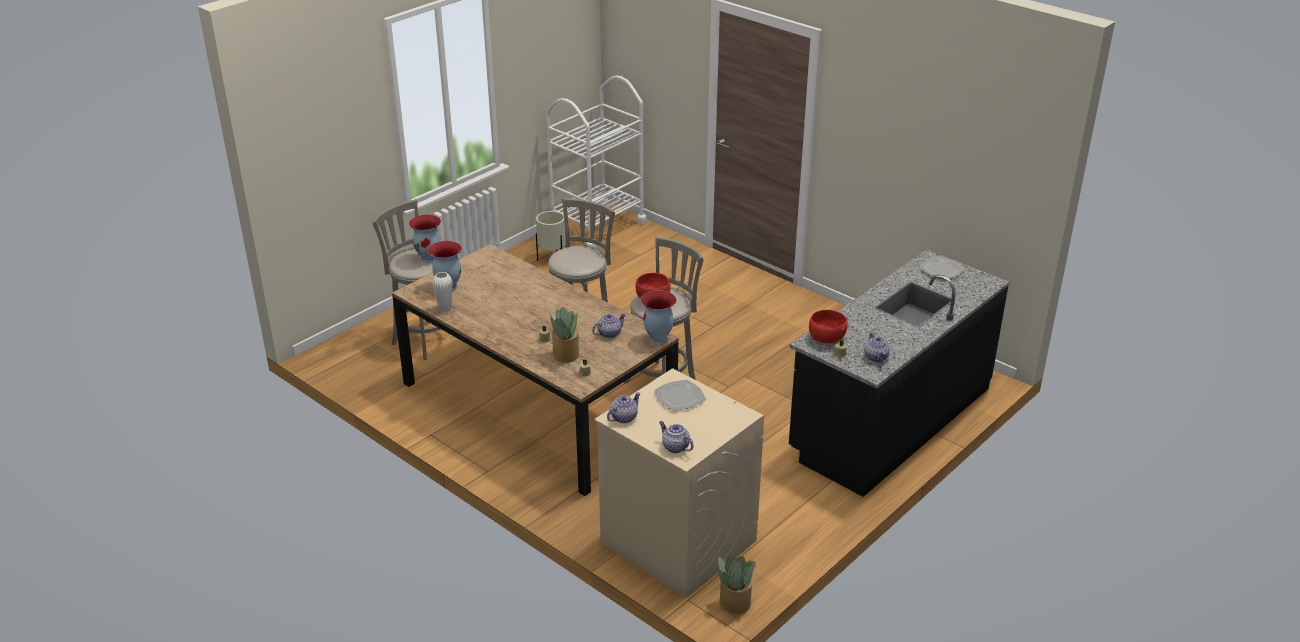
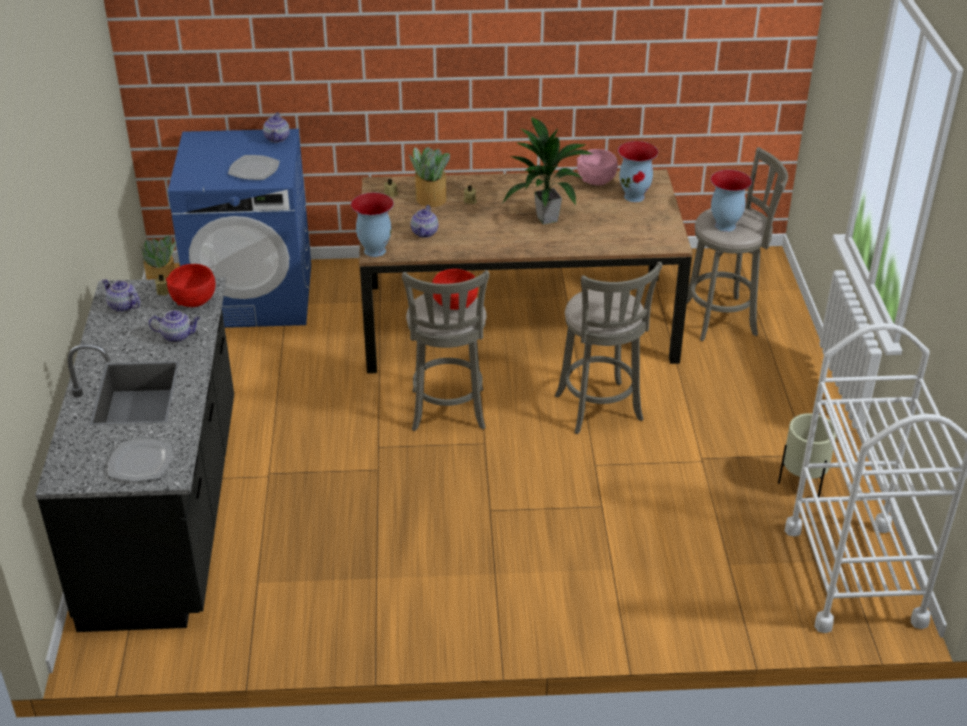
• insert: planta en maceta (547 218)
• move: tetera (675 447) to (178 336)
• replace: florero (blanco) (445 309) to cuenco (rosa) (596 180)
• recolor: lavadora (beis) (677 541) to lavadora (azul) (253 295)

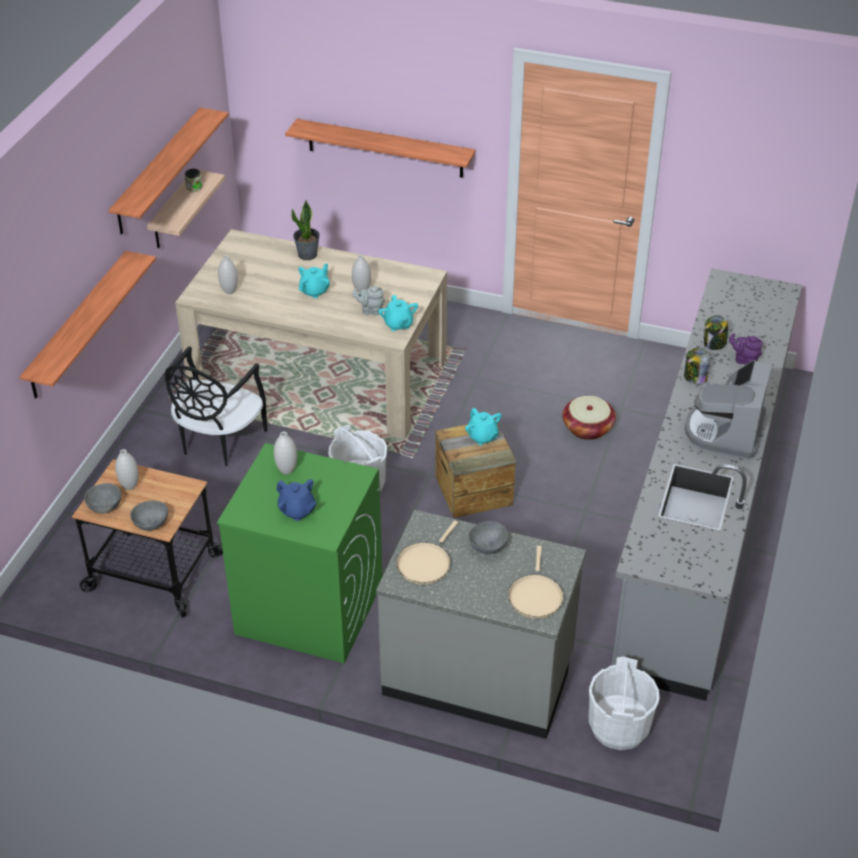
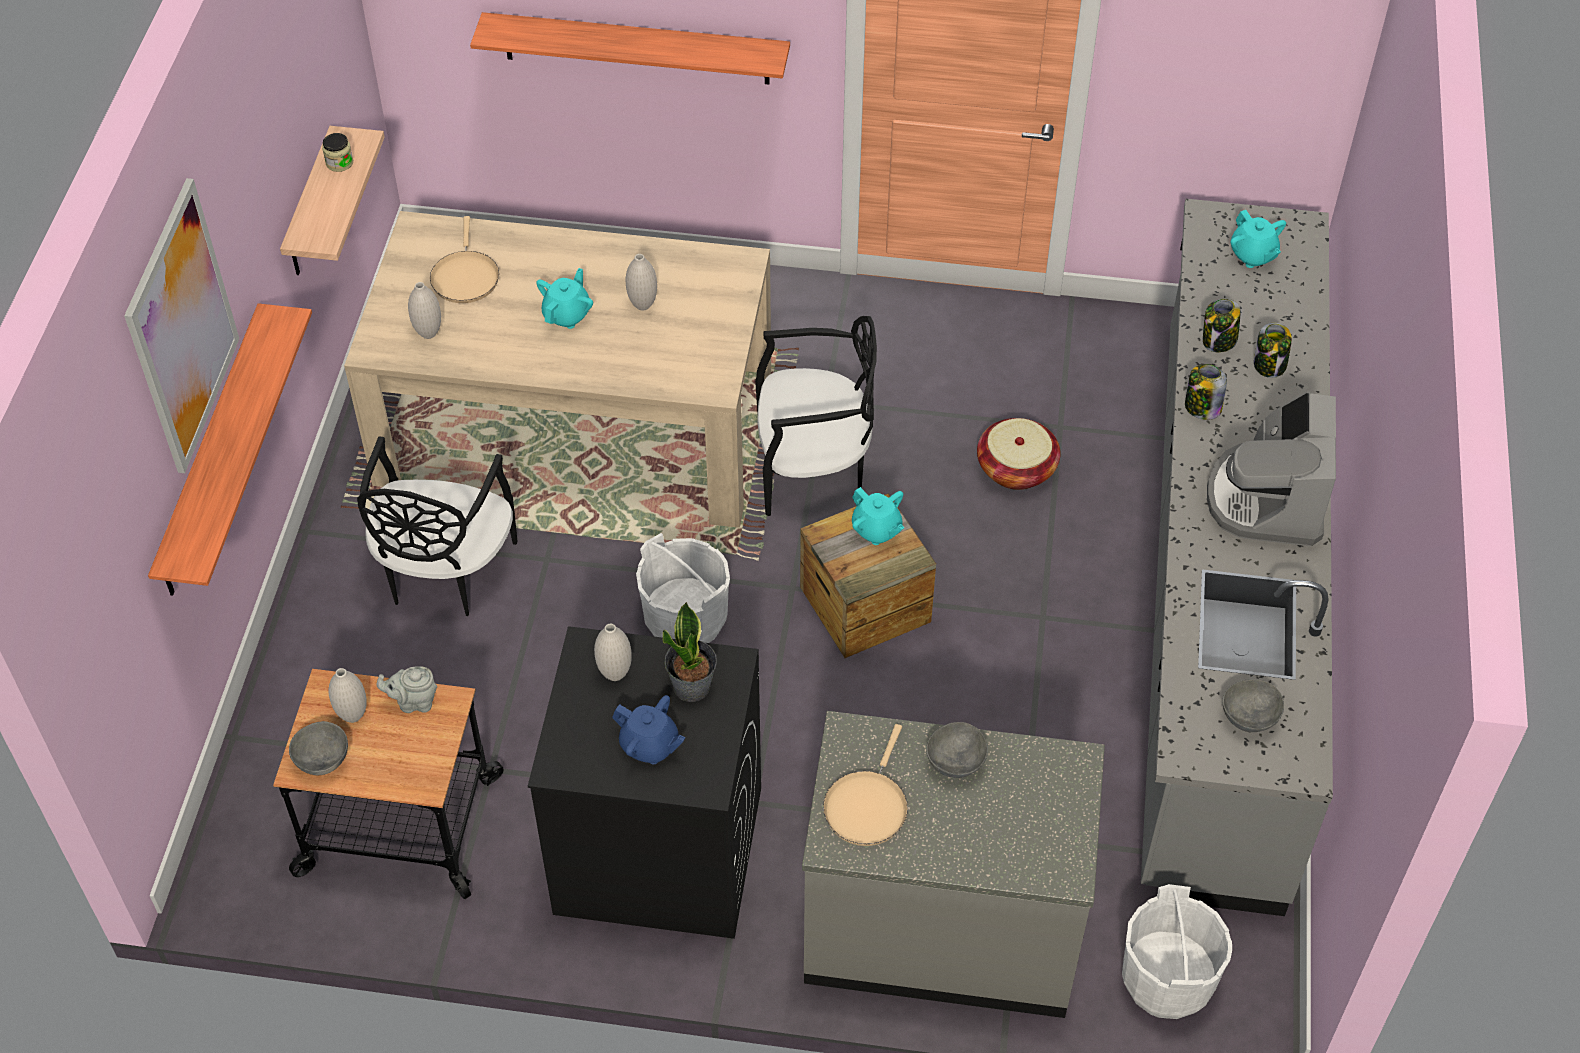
• delete: estante (158 171)
• insert: cuadro (182 327)
• insert: silla (negro) (812 467)
• move: cuenco (gris) (152 525) to (1250 718)
• move: planta en maceta (308 255) to (692 687)
• move: tetera (gris) (370 310) to (414 702)
• move: tetera (turquesa) (398 324) to (1253 255)
• move: sartén (beis) (535 596) to (465 277)
• replace: tetera (morado) (744 360) to tarro (1269 365)
• recolor: lavadora (verde) (308 608) to lavadora (negro) (657 851)

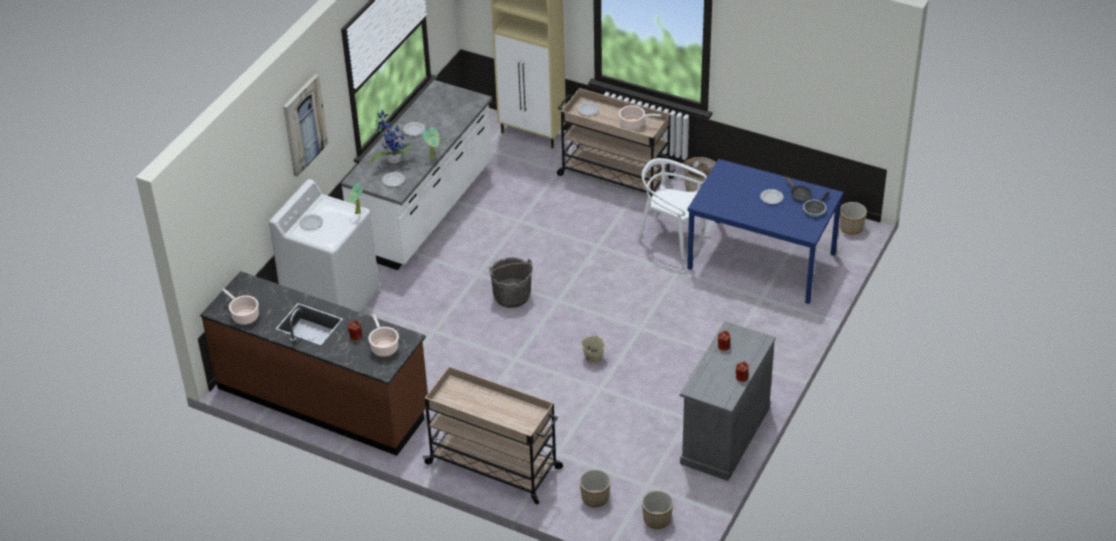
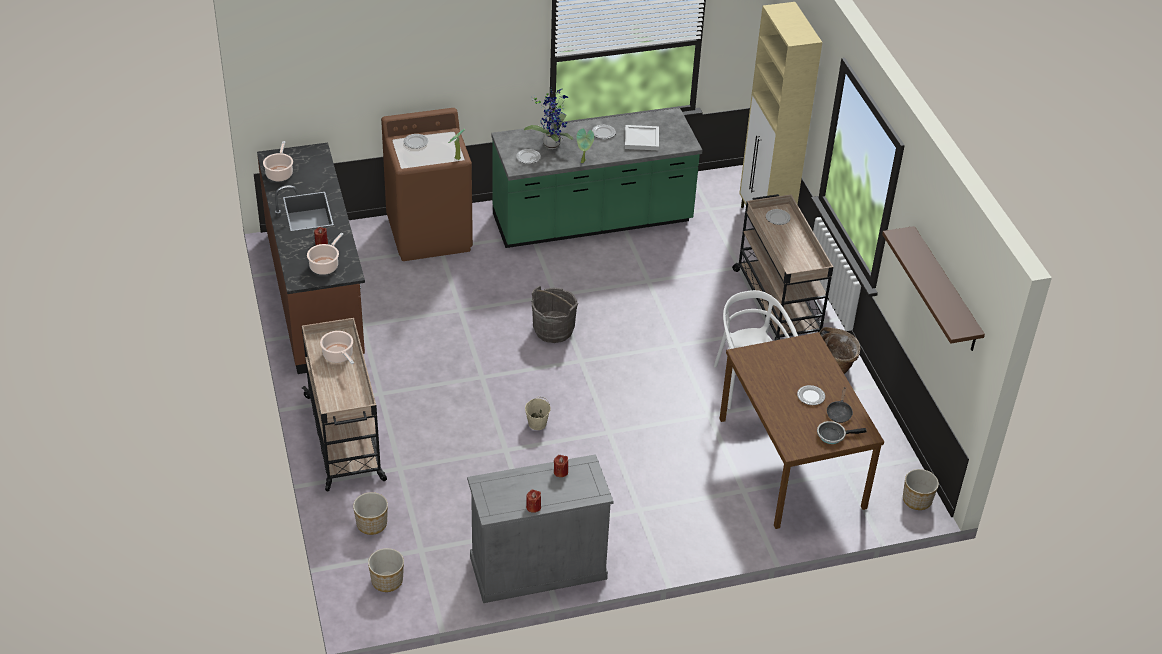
• delete: cuadro (304 125)
• insert: bandeja (blanco) (641 139)
• insert: estante (marrón) (945 290)
• move: olla (633 124) to (338 356)
• recolor: lavadora (blanco) (332 300) to lavadora (marrón) (430 234)
• recolor: mueble bajo de cocina (blanco) (425 210) to mueble bajo de cocina (verde) (592 221)
• recolor: mesa de comedor (azul) (760 261) to mesa de comedor (marrón) (790 462)

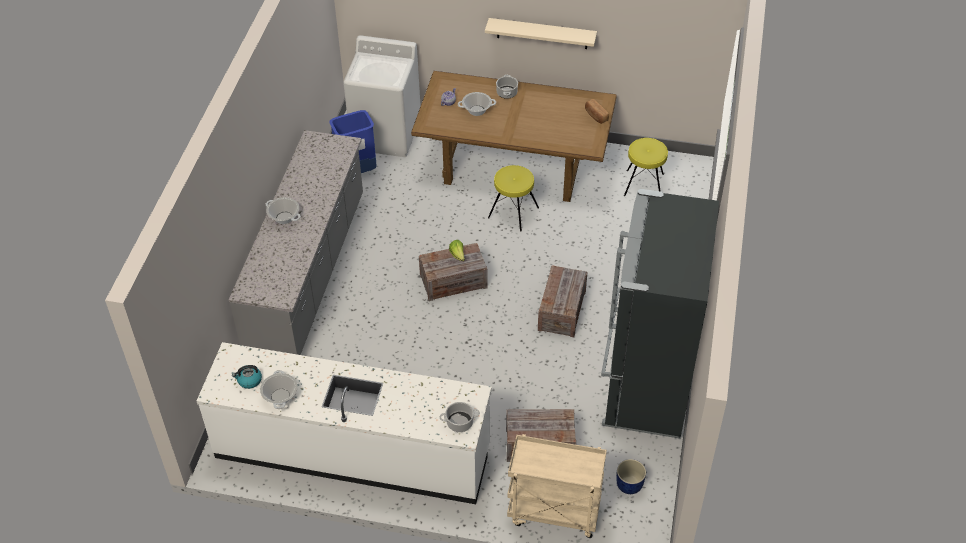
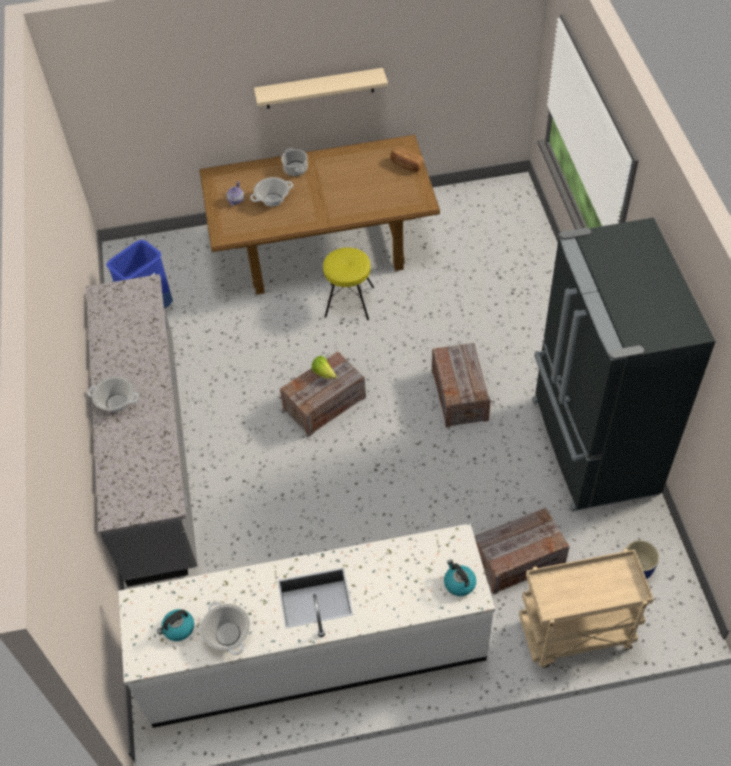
• delete: lavadora (blanco) (386 134)
• delete: taburete (amarillo) (644 185)
• replace: olla (459 423) to hervidor (459 583)

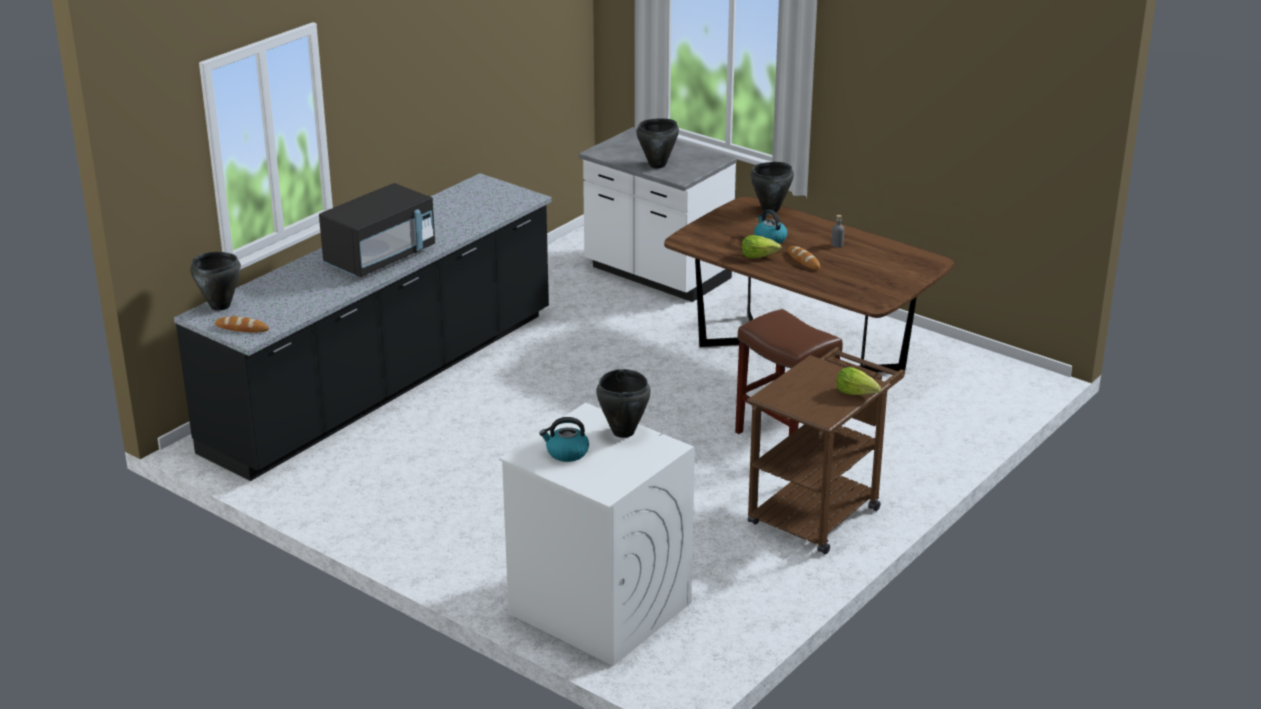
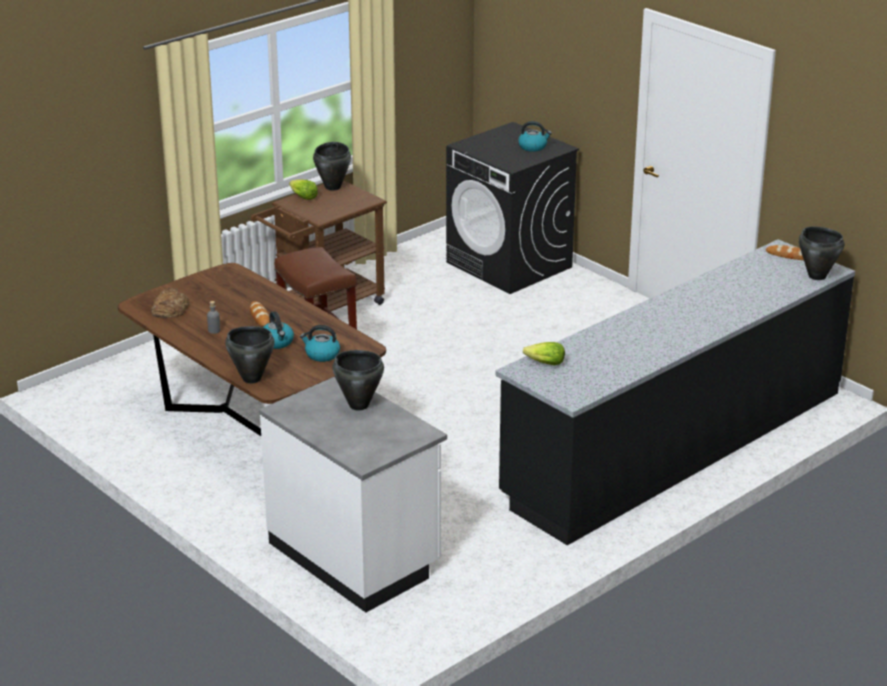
• delete: microondas (negro) (380 258)
• insert: pan (170 308)
• insert: hervidor (322 355)
• move: olla (negro) (623 432) to (333 187)
• move: lechuga (758 256) to (545 363)
• recolor: lavadora (blanco) (599 607) to lavadora (negro) (509 265)

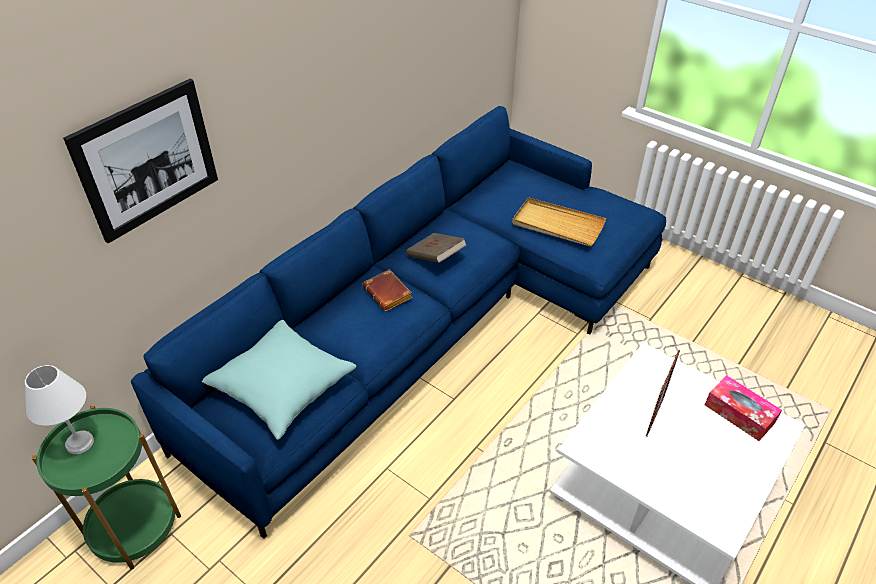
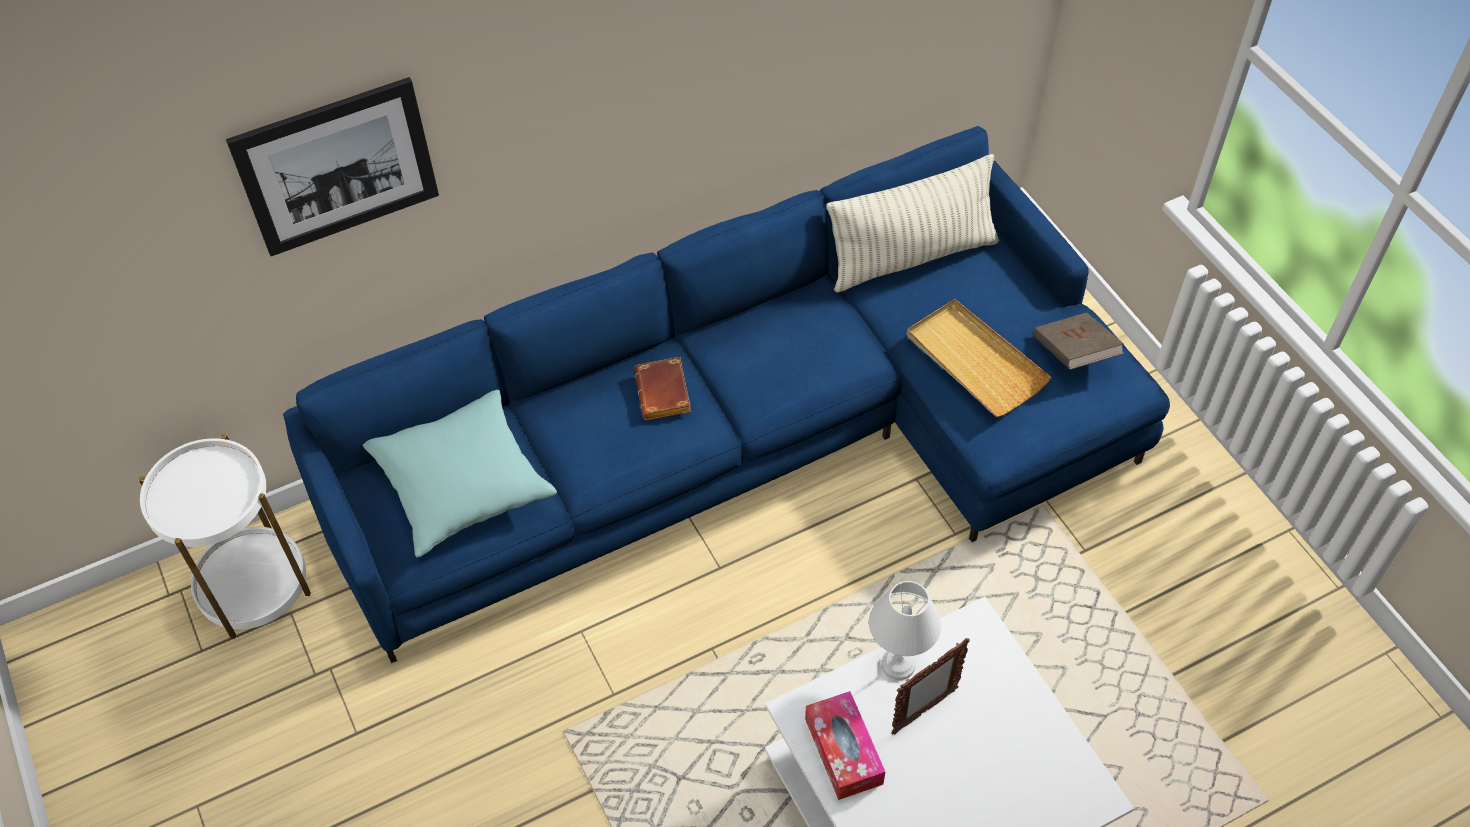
• insert: cojín (911 257)
• move: lámpara de mesa (blanco) (79 444) to (897 666)
• move: libro (marrón) (436 258) to (1074 353)
• move: caja de pañuelos (739 413) to (843 751)
• recolor: mesa auxiliar (verde) (133 526) to mesa auxiliar (blanco) (253 586)

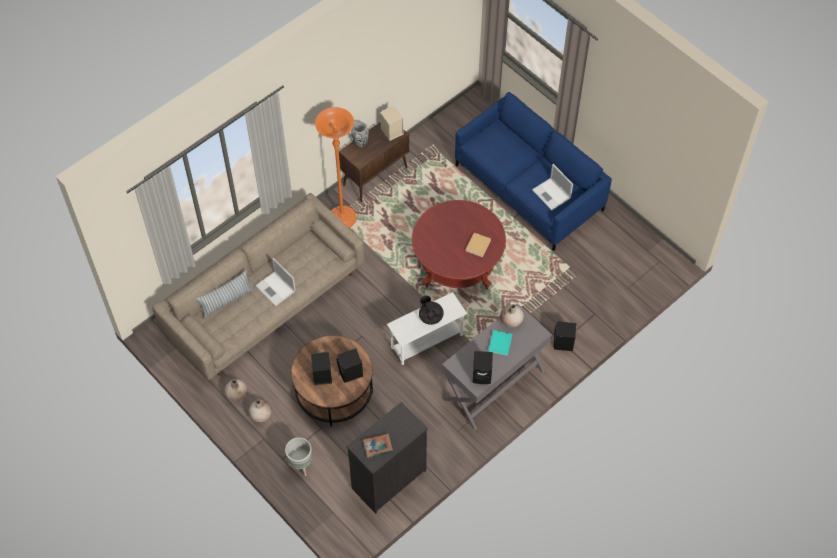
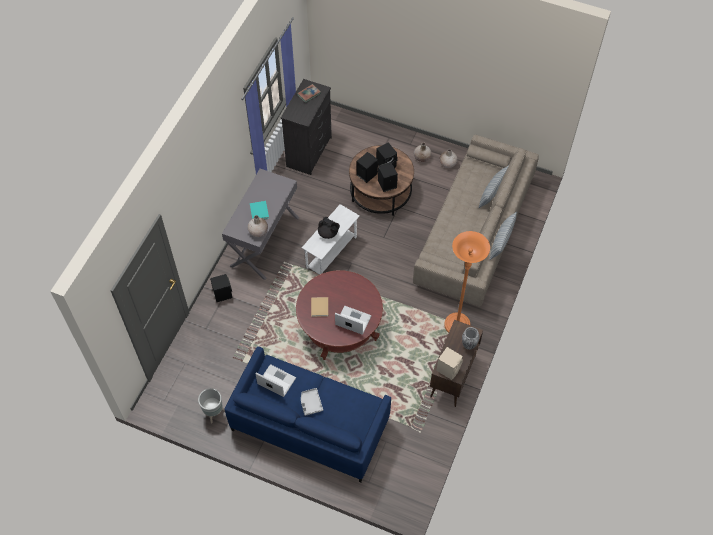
• insert: bandeja (gris) (310 403)
• insert: cojín (501 242)
• move: portátil (276 289) to (352 320)
• move: maceta (gris) (301 465) to (213 413)
• move: altavoz (negro) (482 374) to (386 184)

